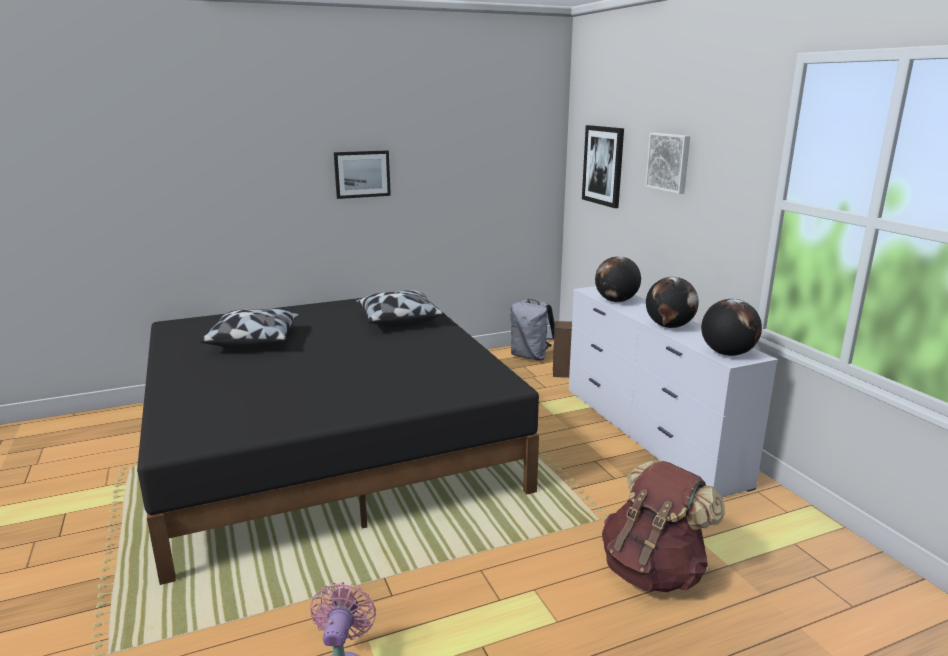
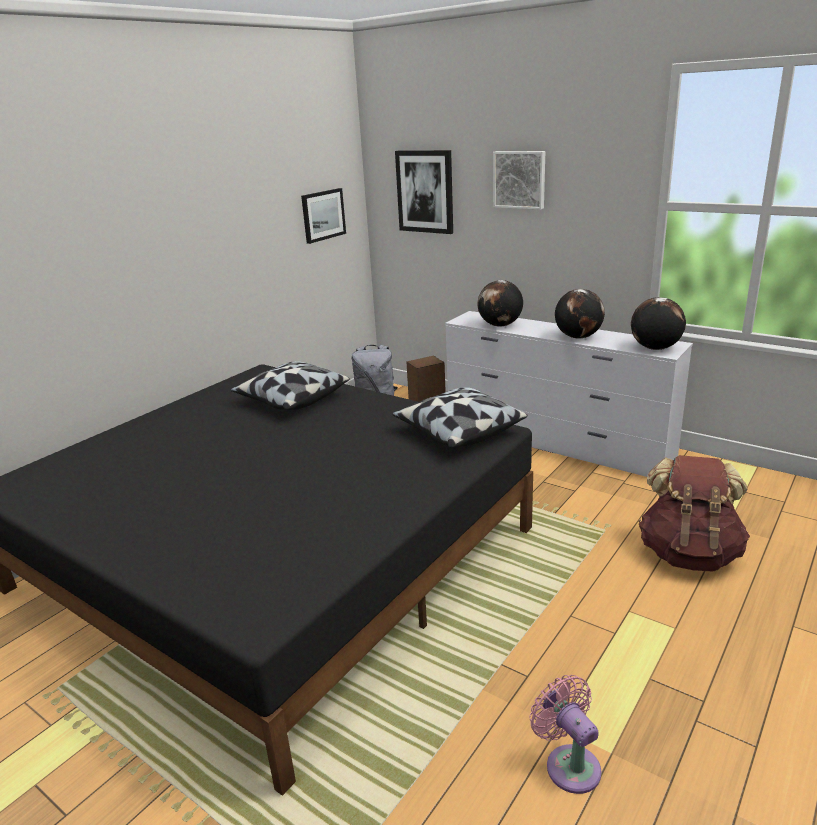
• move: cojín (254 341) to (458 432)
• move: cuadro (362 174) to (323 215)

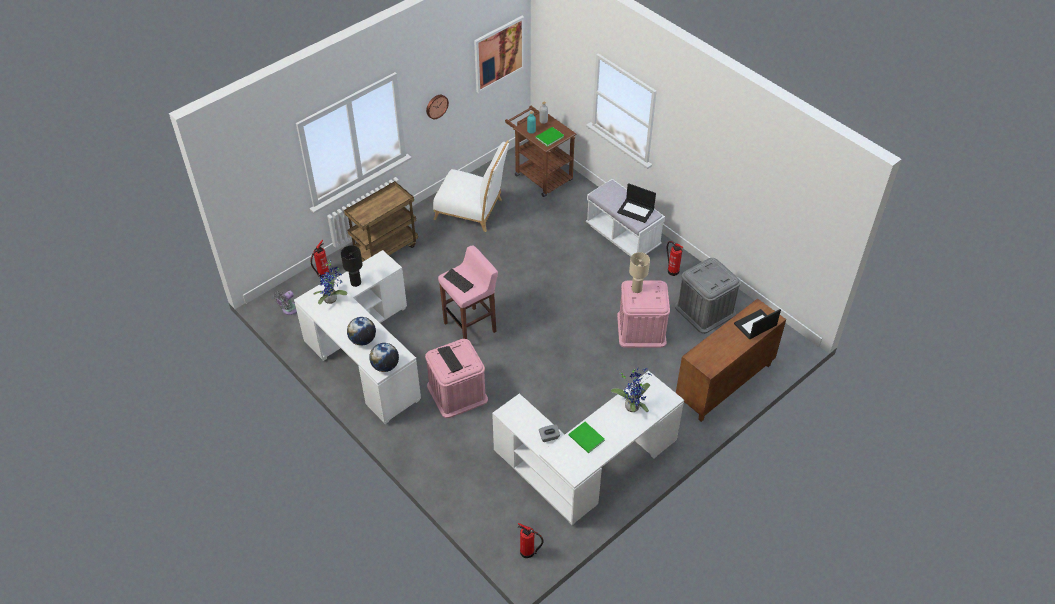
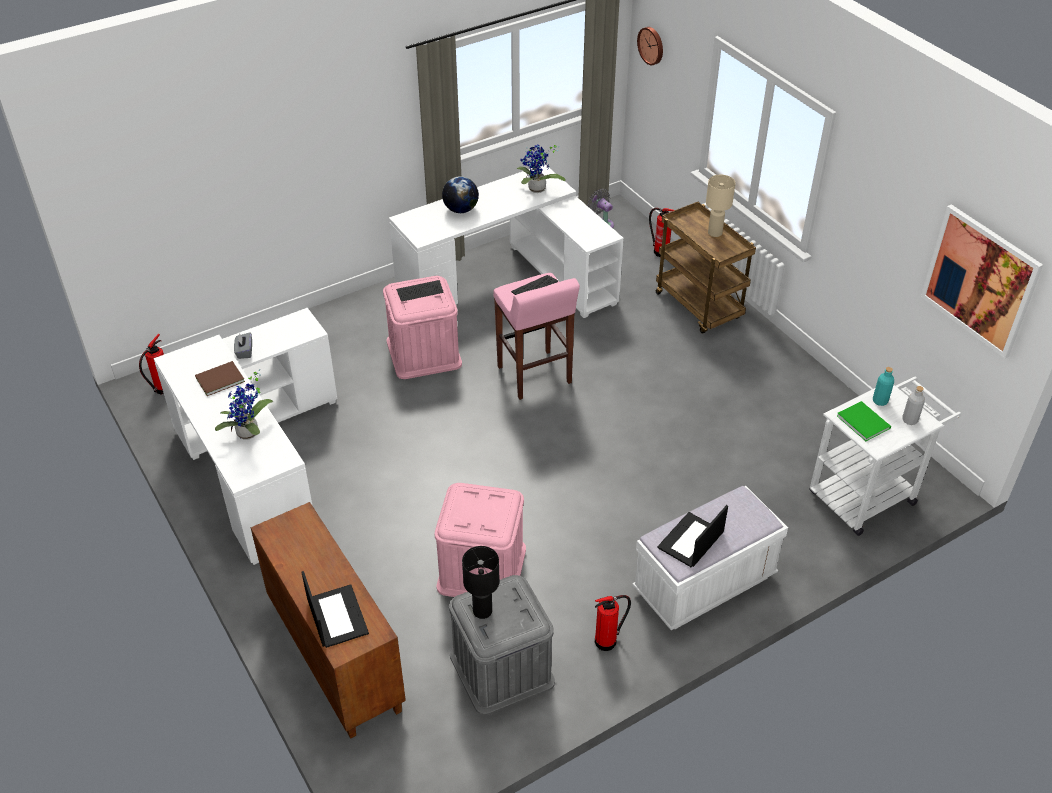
• delete: globo terráqueo (385 366)
• delete: silla (blanco) (472 210)
• move: lámpara de mesa (negro) (355 283) to (482 611)
• move: reloj de pared (436 106) to (651 45)
• move: lámpara de mesa (beis) (636 289) to (715 232)
• recolor: carrito (marrón) (539 175) to carrito (blanco) (869 493)
• recolor: libro (verde) (586 439) to libro (marrón) (218 379)

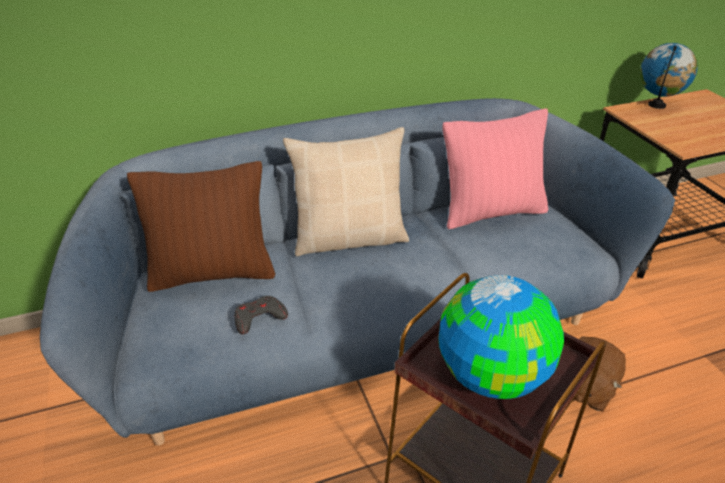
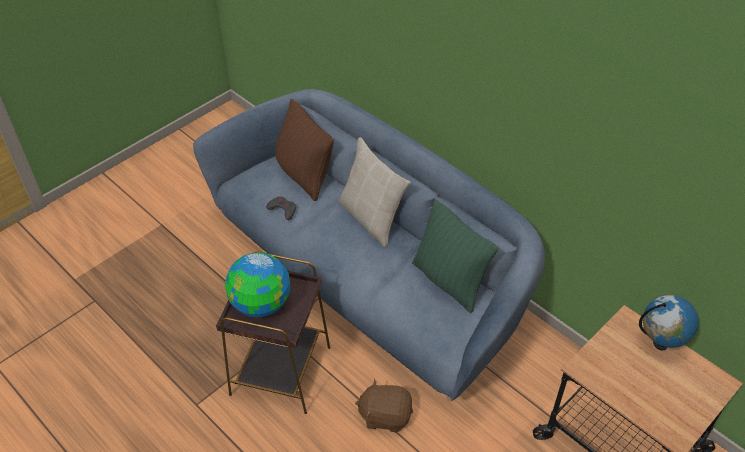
• recolor: cojín (rosa) (491 212) to cojín (verde) (449 281)

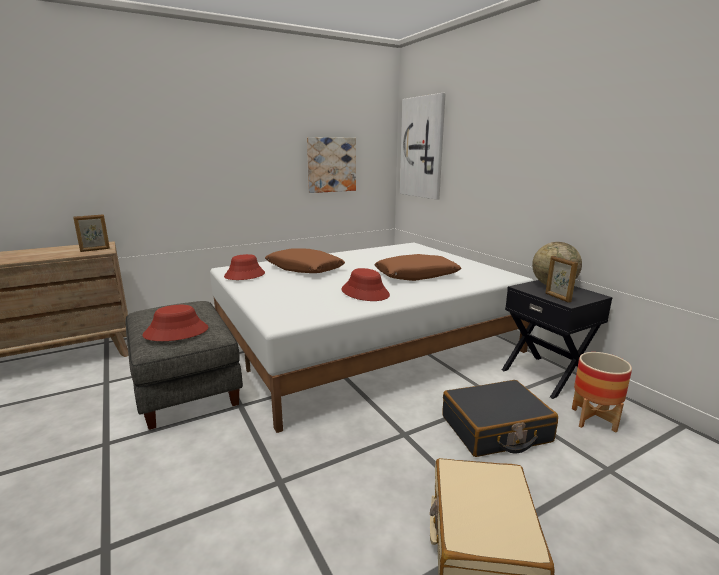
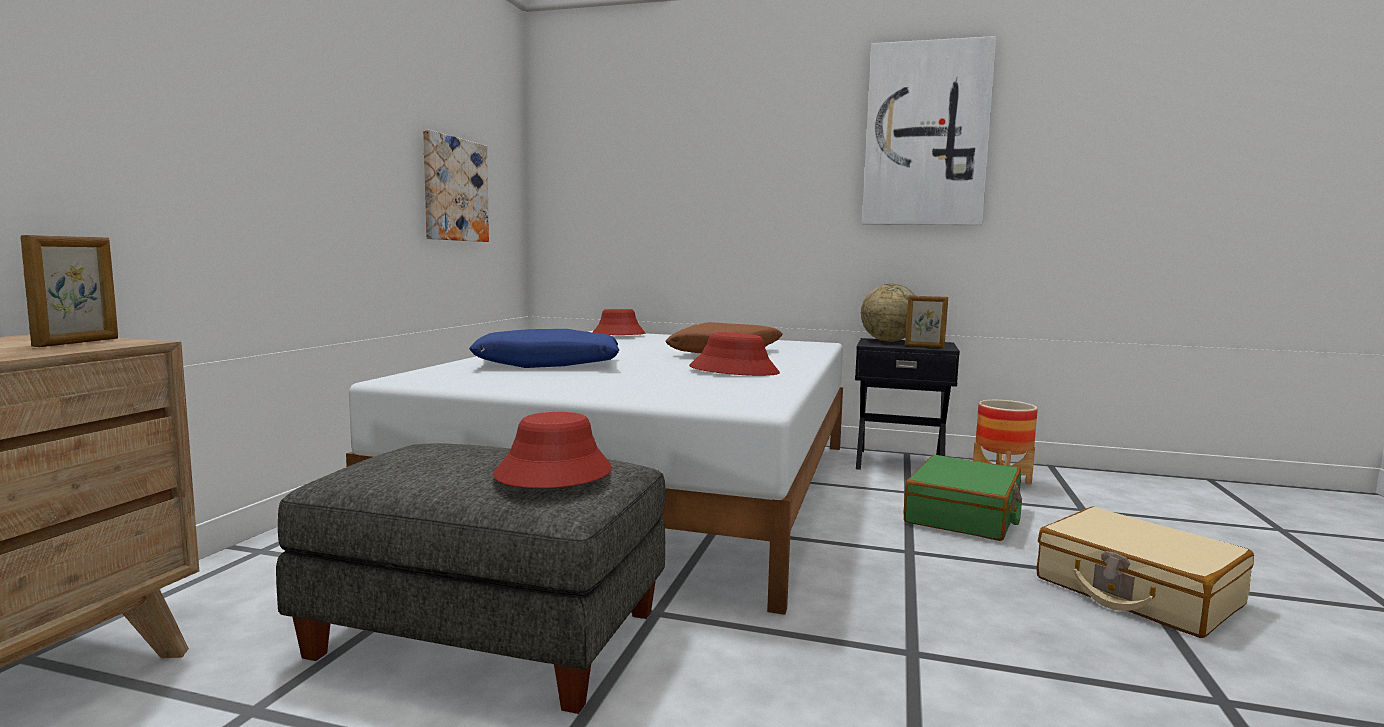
• move: sombrero (rojo) (244 275) to (618 335)
• move: cuadro (422 148) to (926 135)
• recolor: cojín (marrón) (304 269) to cojín (azul) (548 364)
• recolor: maleta (negro) (495 429) to maleta (verde) (963 515)

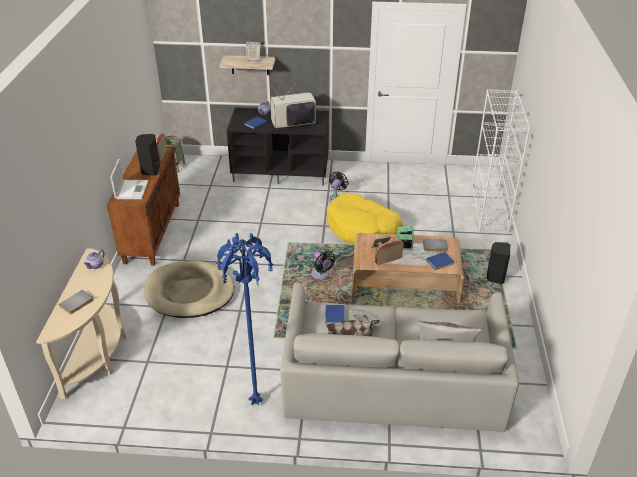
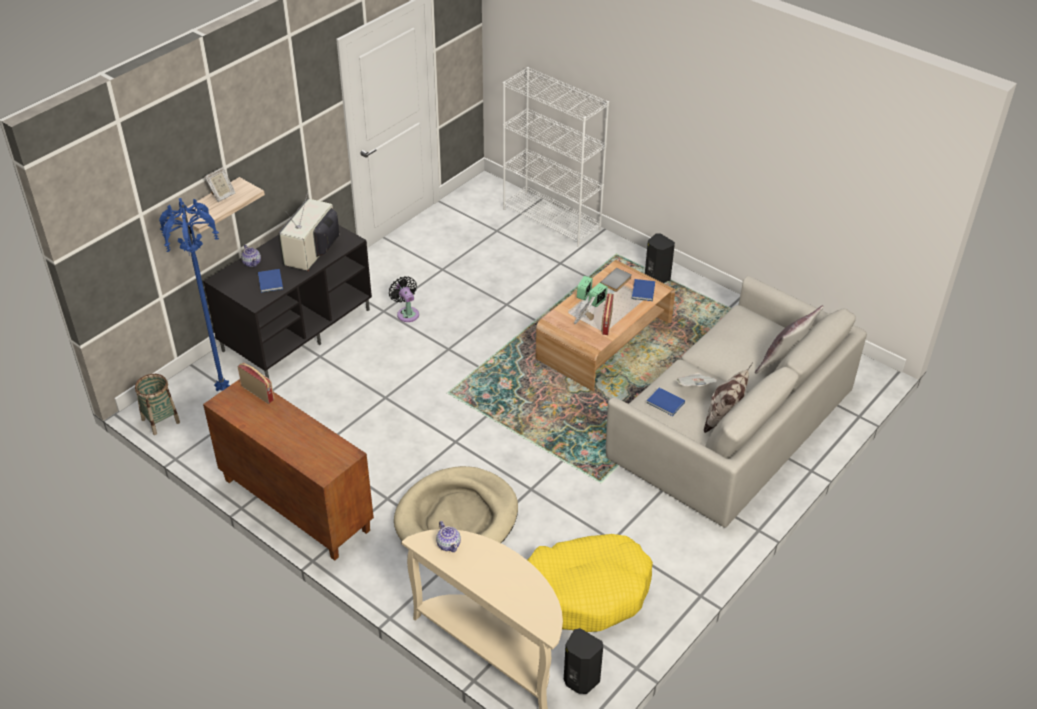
• delete: libro (gris) (77 303)
• delete: portátil (132 189)
• delete: ventilador (negro) (321 275)
• move: altavoz (negro) (150 171) to (580 680)
• move: lámpara de pie (azul) (255 401) to (221 389)
• move: cama para perro (amarillo) (363 229) to (587 591)

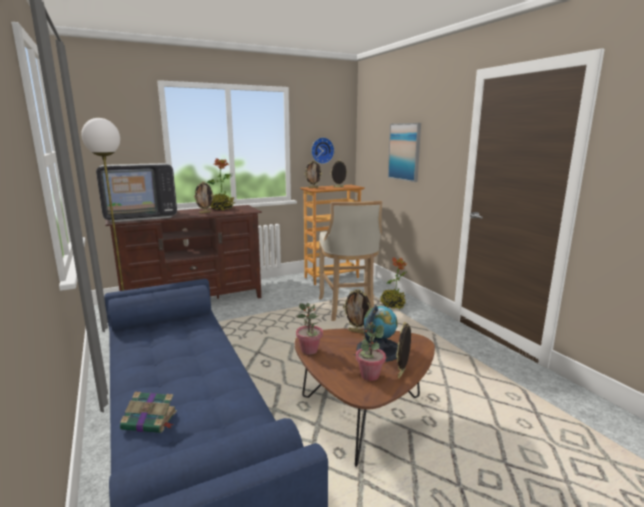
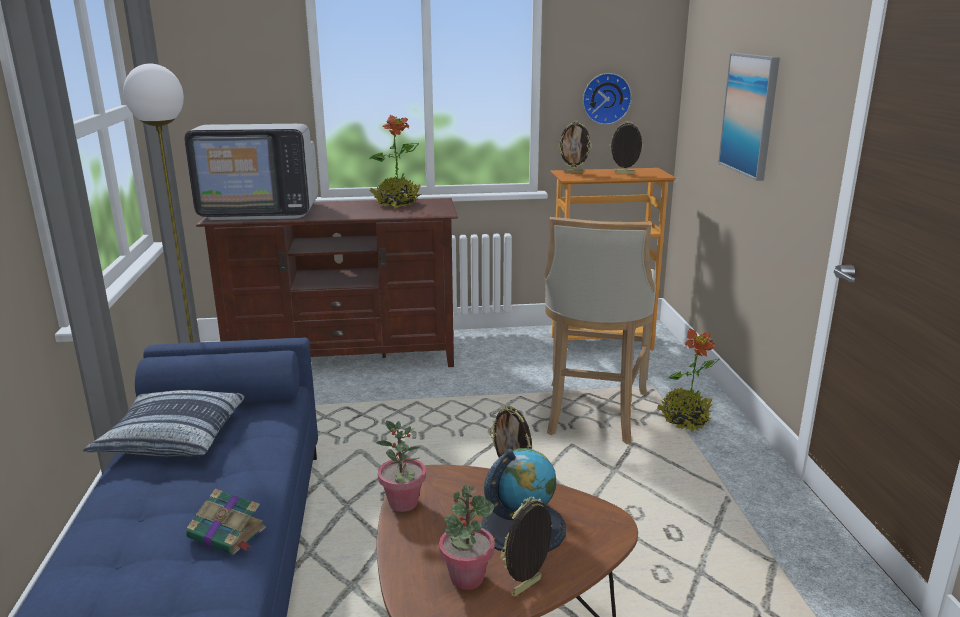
• delete: portarretratos (205 212)
• insert: cojín (172 437)
• move: libro (150 421) to (228 534)

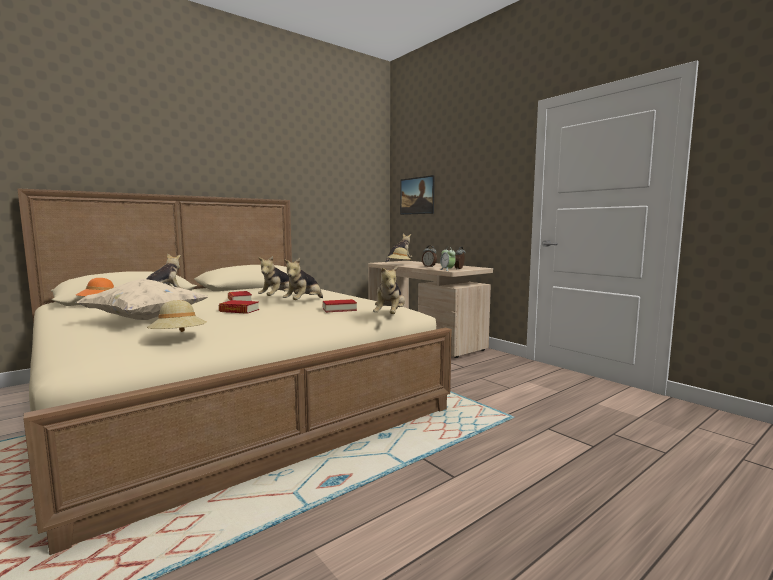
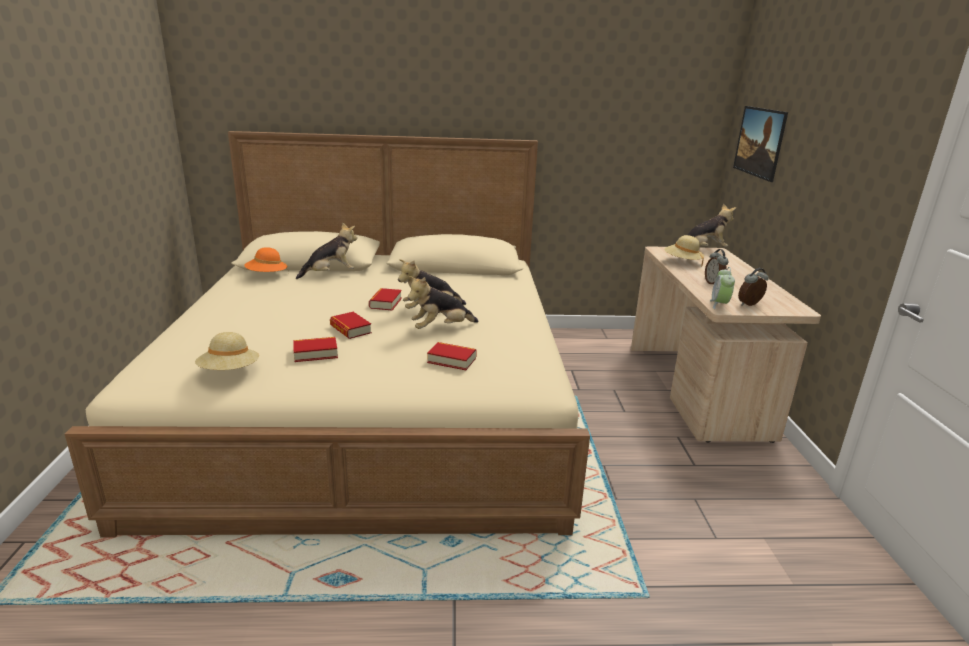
• delete: cojín (beis) (144 319)
• delete: peluche (390 316)
• insert: libro (315 353)

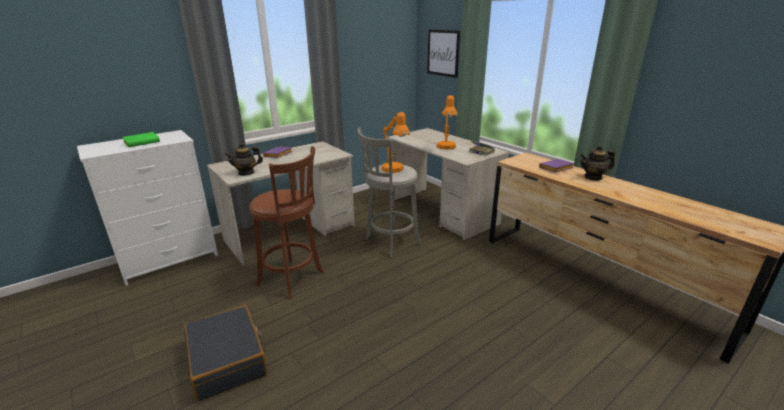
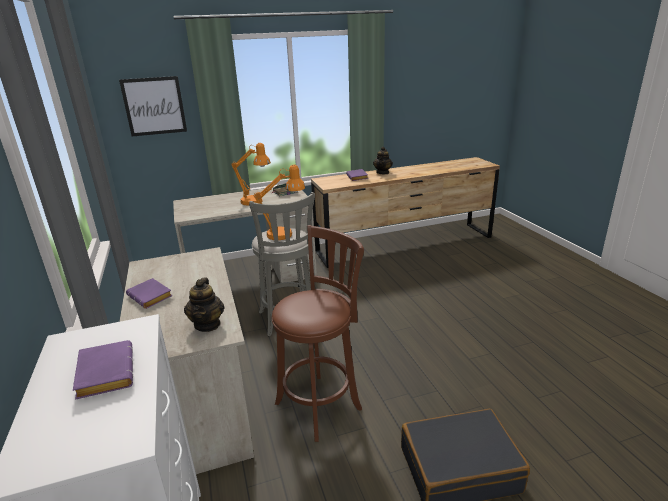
• recolor: libro (verde) (143 142) to libro (morado) (104 373)

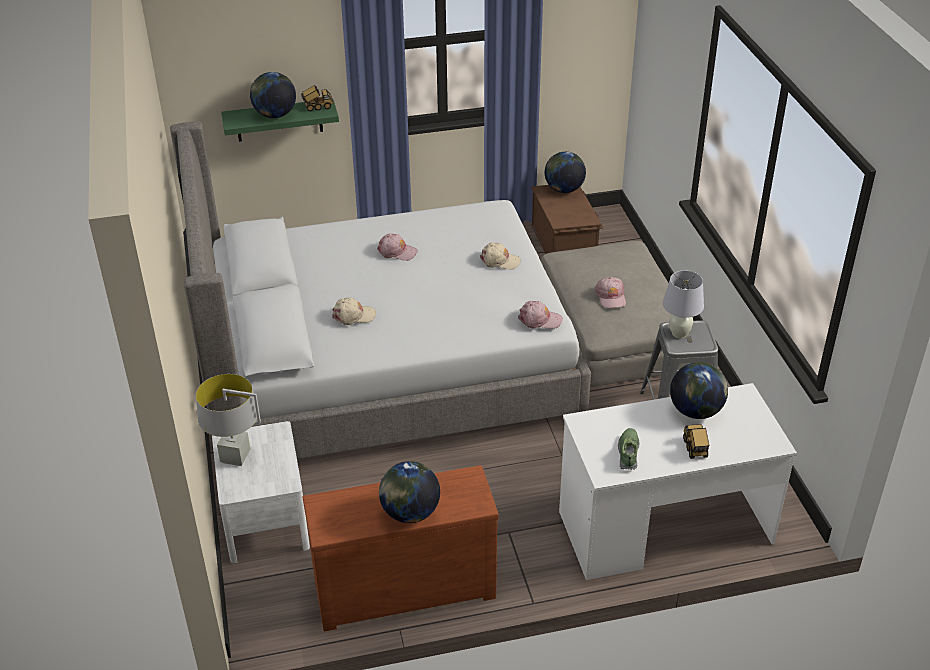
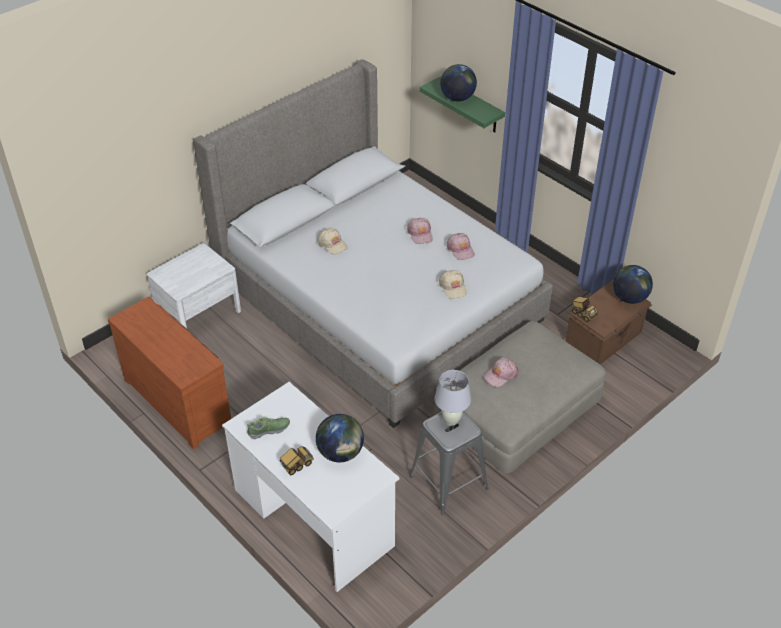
• delete: lámpara de mesa (gris) (236 457)
• delete: globo terráqueo (410 513)
• move: camión de juguete (317 107) to (582 314)
• move: gorra (rosa) (539 320) to (460 249)

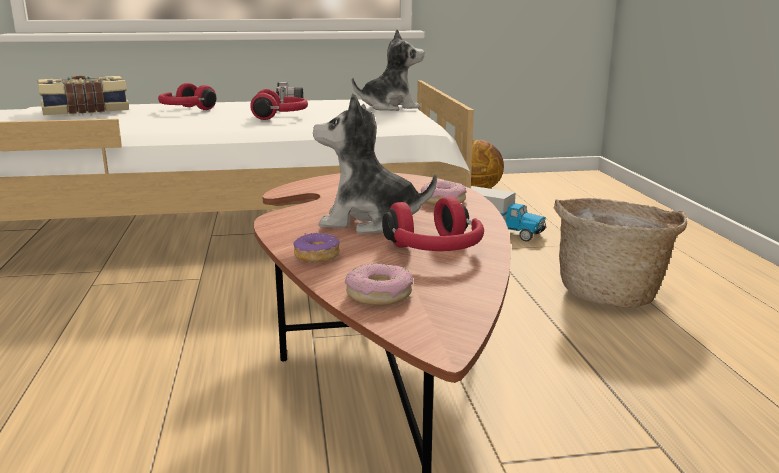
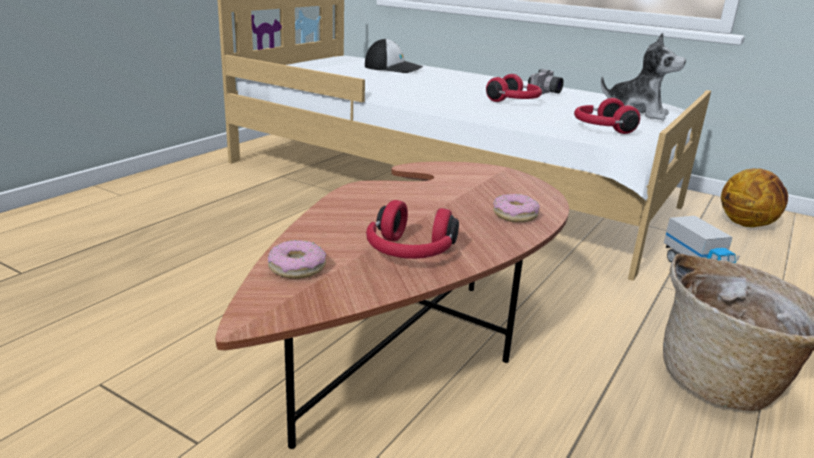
• delete: rosquilla (316 256)
• delete: peluche (369 222)
• move: auriculares (rojo) (186 110) to (601 128)
• replace: libro (85 111) to gorra (393 68)

